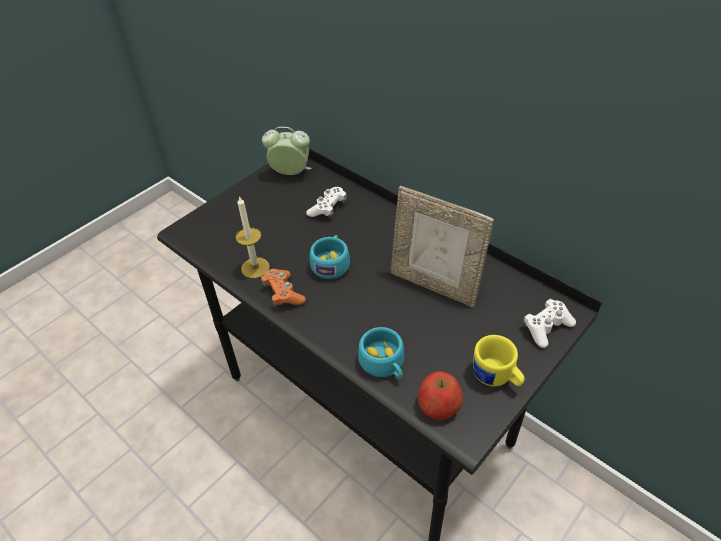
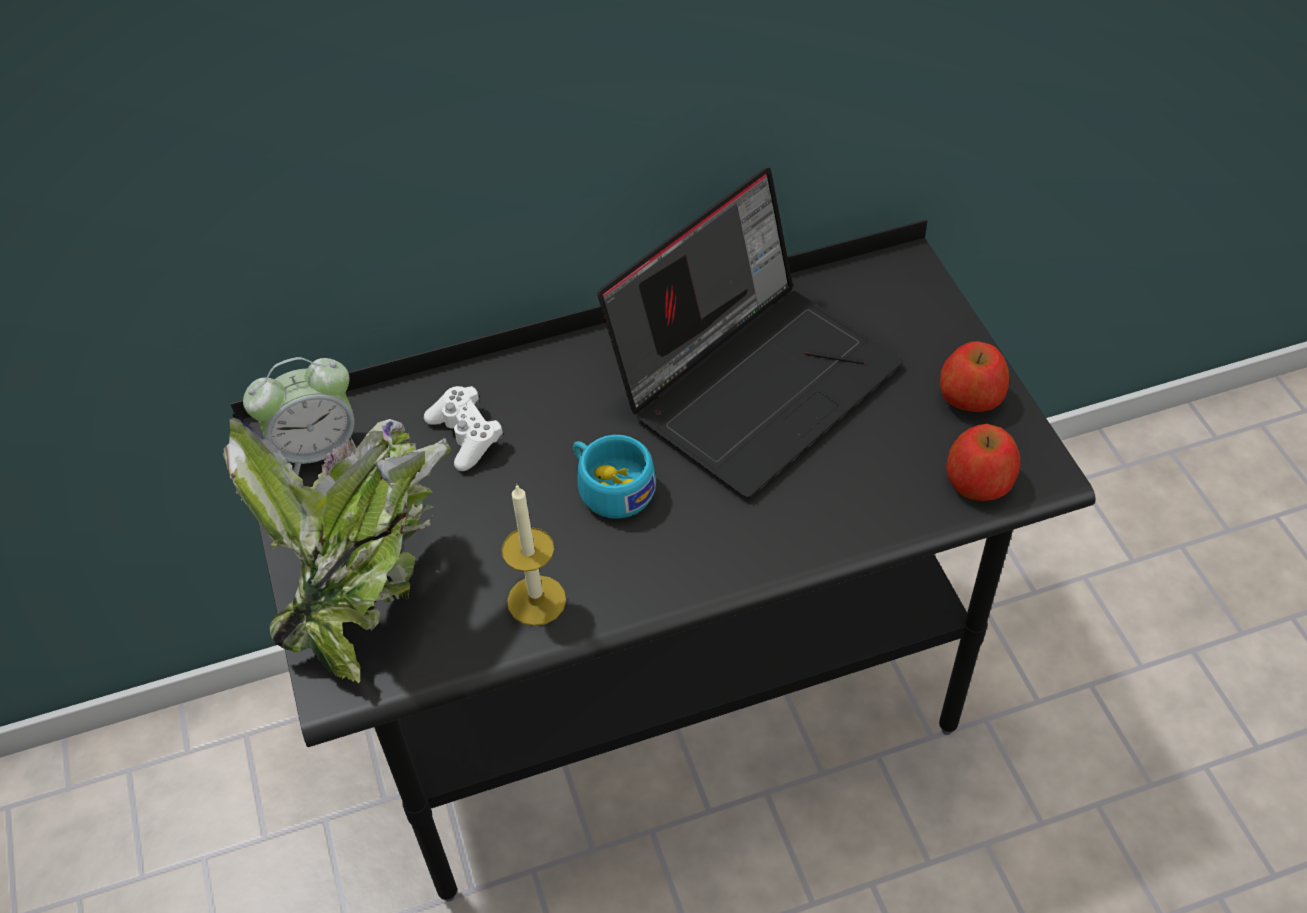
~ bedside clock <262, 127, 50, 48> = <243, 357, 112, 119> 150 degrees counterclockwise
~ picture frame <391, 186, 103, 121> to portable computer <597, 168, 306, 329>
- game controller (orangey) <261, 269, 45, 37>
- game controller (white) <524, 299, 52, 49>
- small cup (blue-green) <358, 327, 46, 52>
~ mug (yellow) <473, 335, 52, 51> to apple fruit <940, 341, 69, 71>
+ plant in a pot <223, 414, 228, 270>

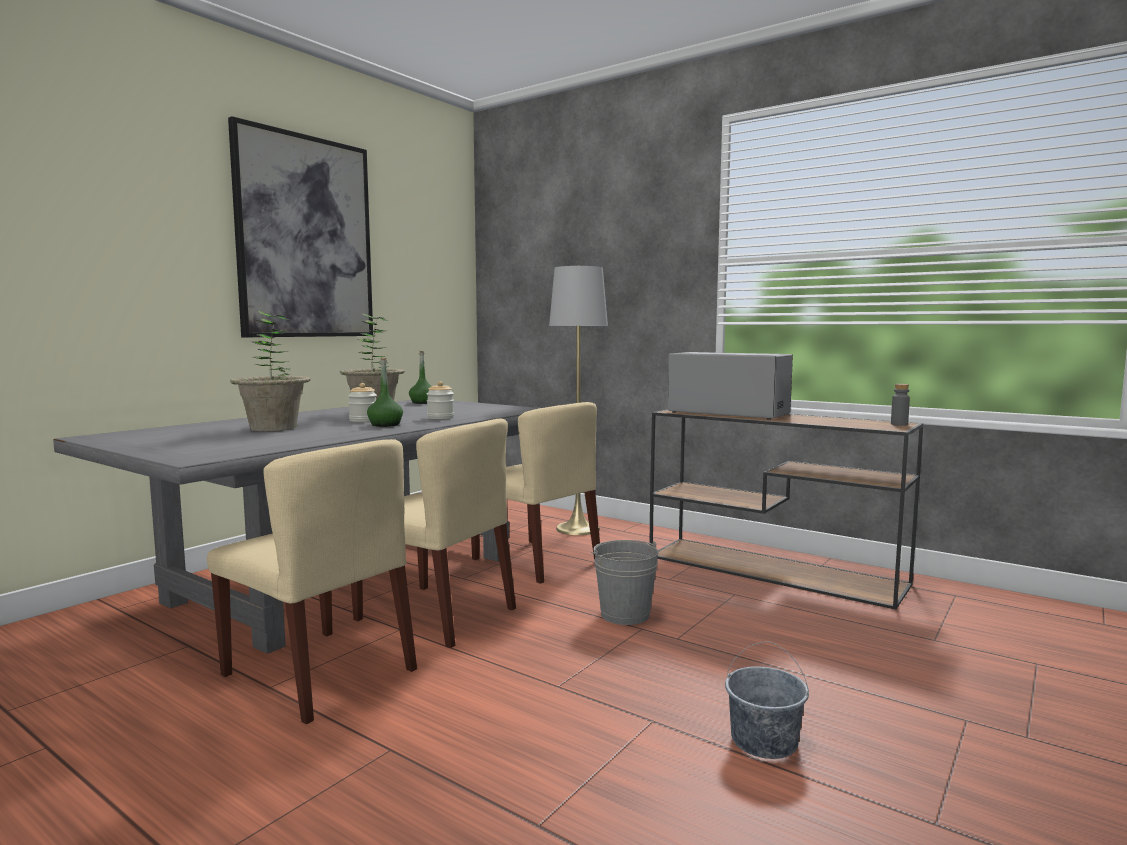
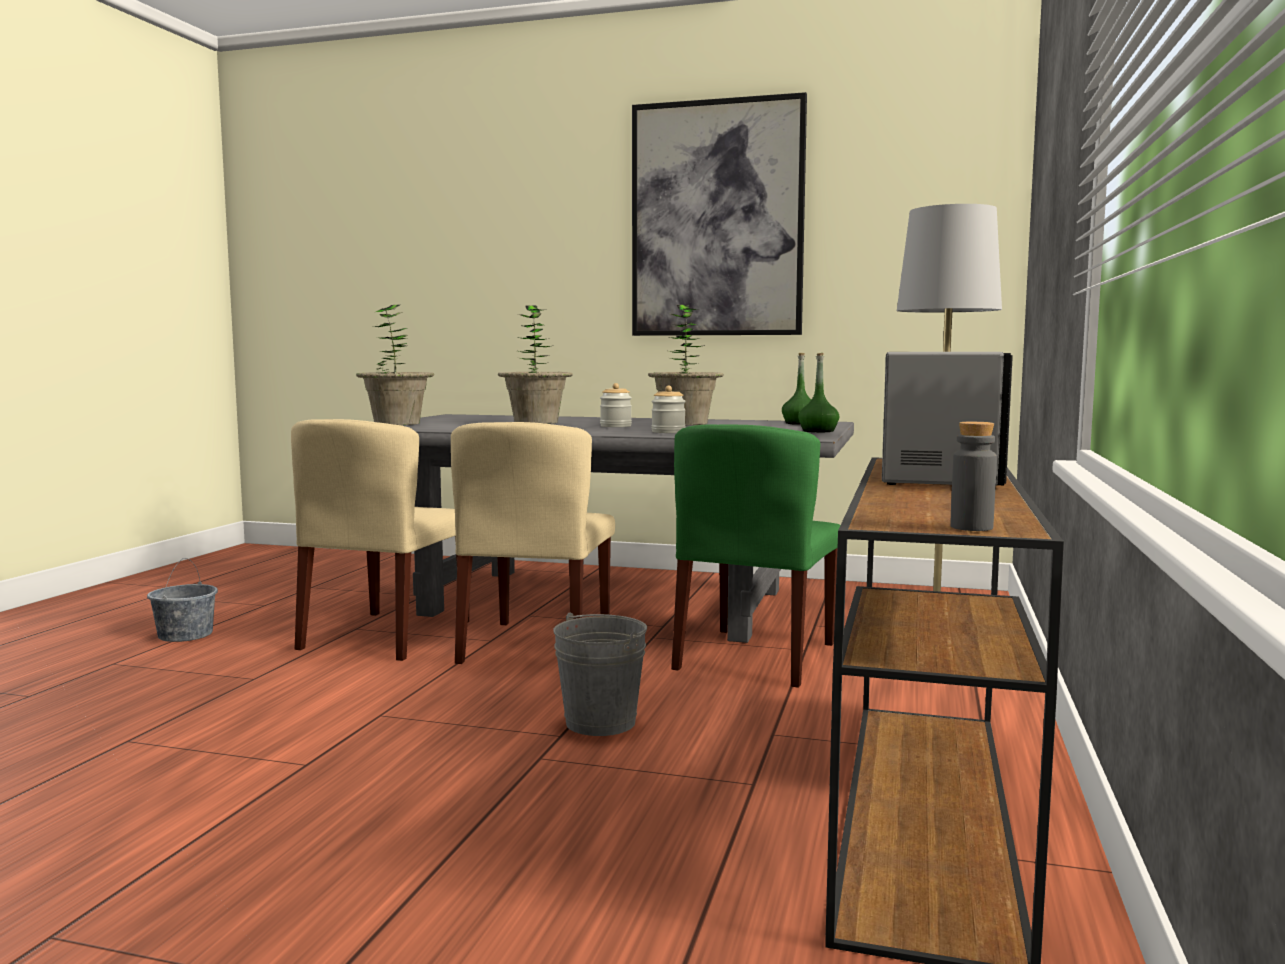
~ bottle (green) <367, 357, 36, 70> to <798, 353, 41, 79>
~ chair (beige-coloured) <471, 402, 129, 182> to chair (green) <671, 424, 169, 264>
~ pail (greyish) <725, 641, 84, 118> to <147, 558, 71, 84>
+ plant in a pot <356, 305, 78, 120>

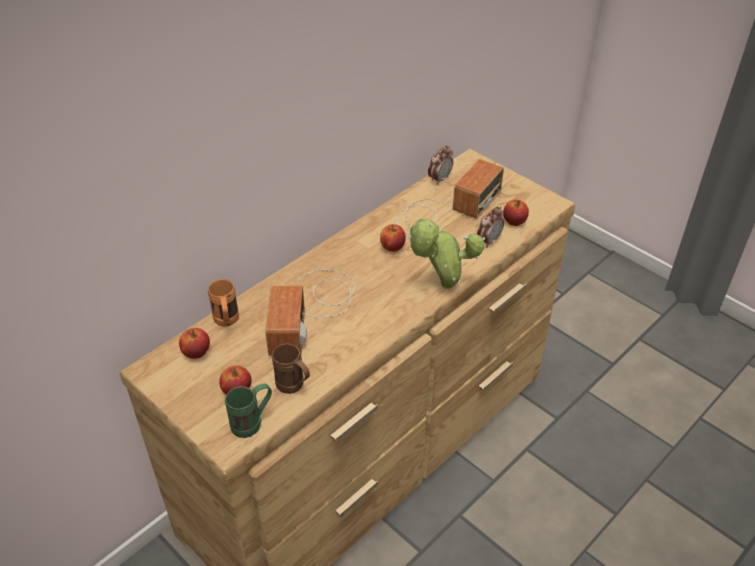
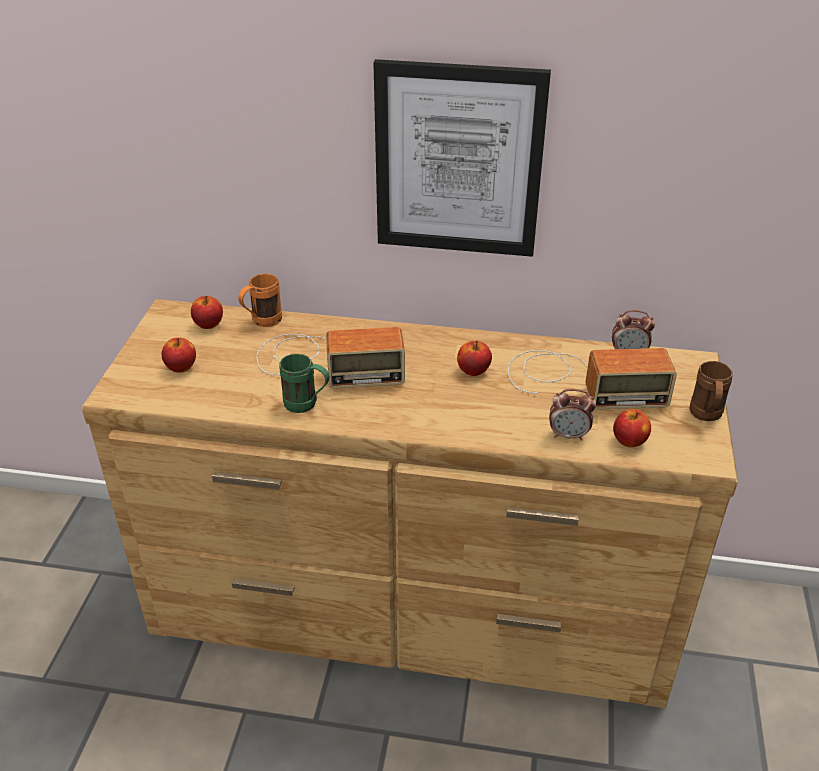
- plant in a pot <407, 218, 78, 71>
~ radio receiver <265, 270, 90, 86> = <257, 327, 148, 61> 150 degrees counterclockwise
~ mug (brown-coloured) <272, 343, 38, 51> to <689, 361, 44, 60>
~ mug (green) <225, 384, 47, 54> to <279, 354, 50, 59>
+ wall art <373, 59, 178, 198>

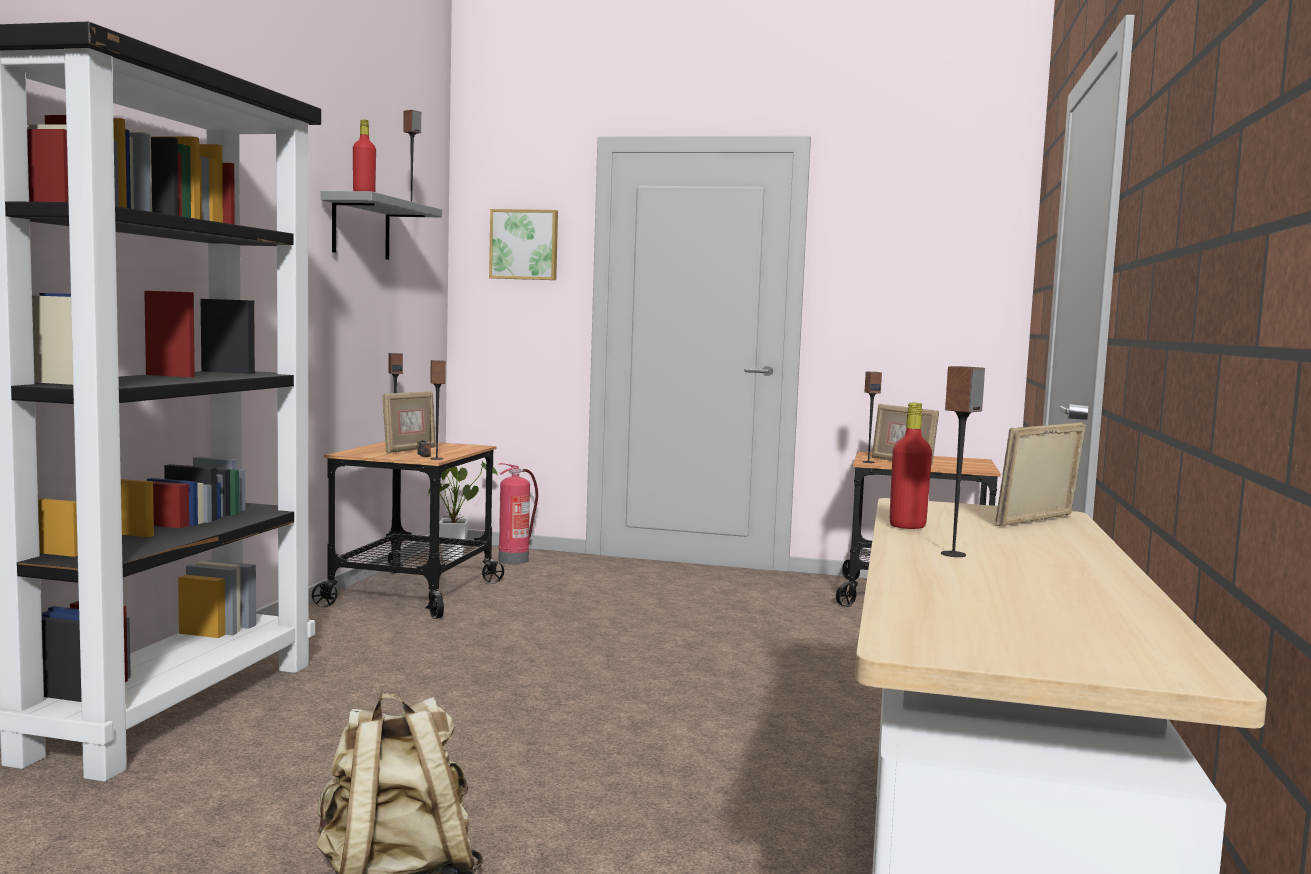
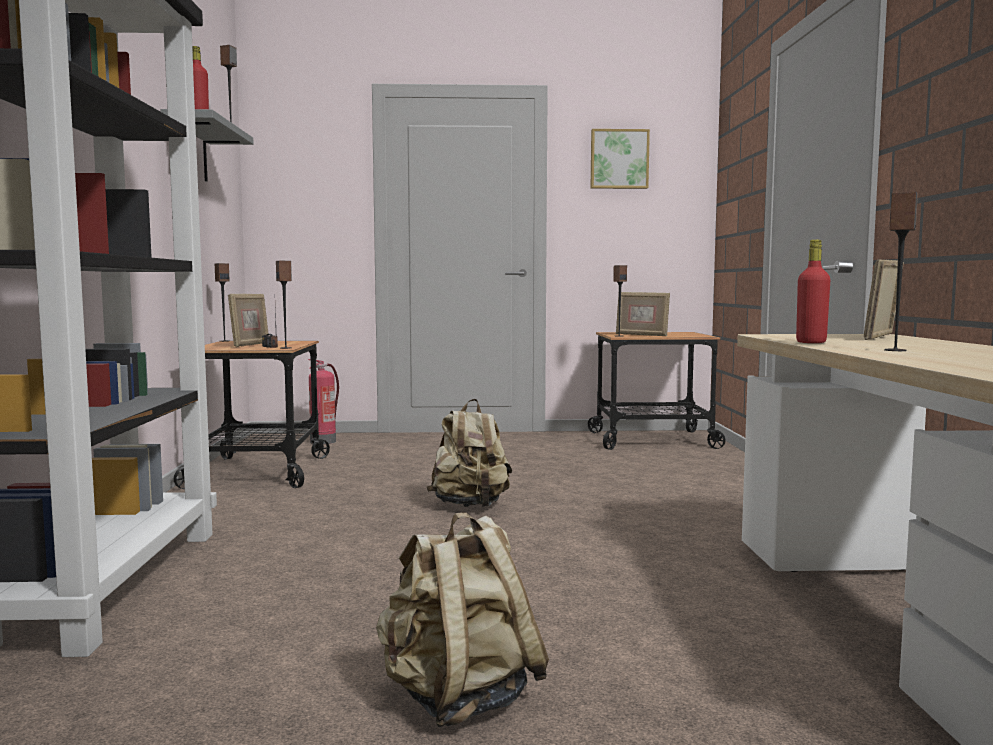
~ wall art <489, 209, 69, 71> to <591, 129, 59, 60>
- plant in a pot <428, 461, 70, 100>
+ rucksack (beige-coloured) <427, 399, 85, 108>

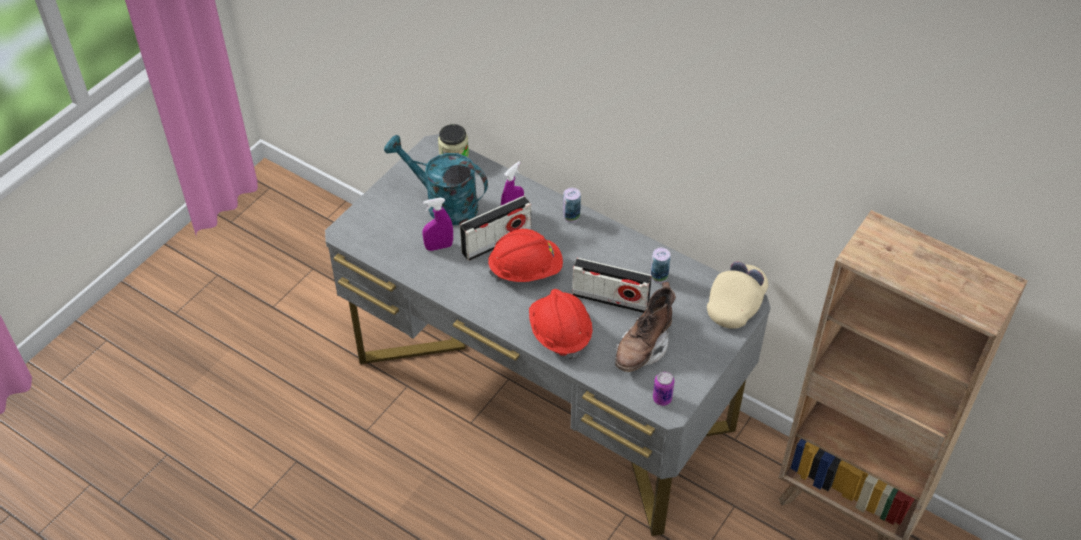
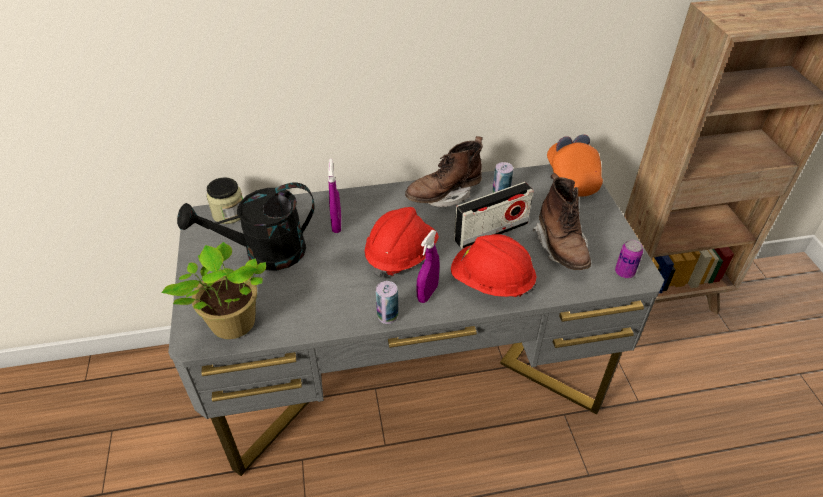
~ watering pot (blue-green) <384, 135, 104, 90> to watering pot (blackish) <177, 182, 138, 89>
~ can <563, 188, 18, 35> to <376, 281, 23, 43>
- radio receiver <460, 196, 71, 65>
~ hand sprayer (purplish) <422, 198, 31, 53> to <416, 230, 24, 73>
~ peaked cap (beige-coloured) <707, 262, 61, 67> to peaked cap (orangey) <547, 135, 56, 62>
+ tall boot (brown-coloured) <405, 136, 78, 71>
+ plant in a pot <161, 242, 105, 97>

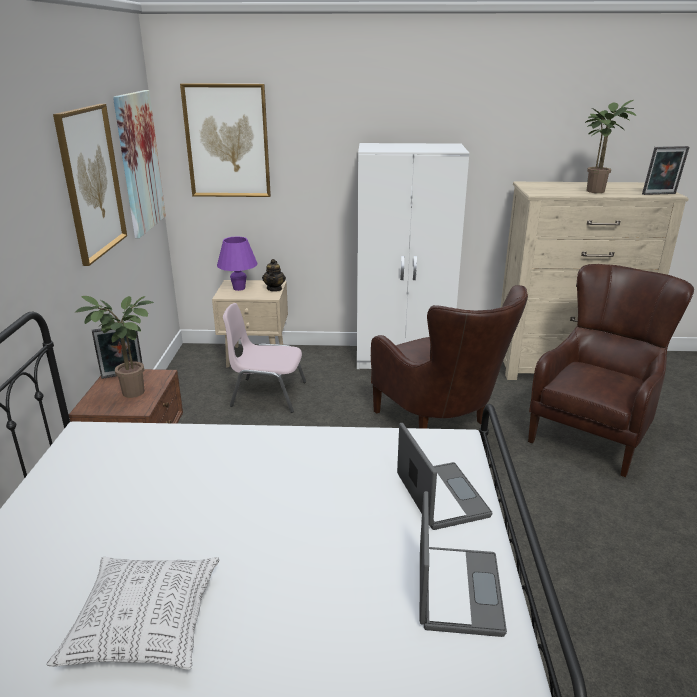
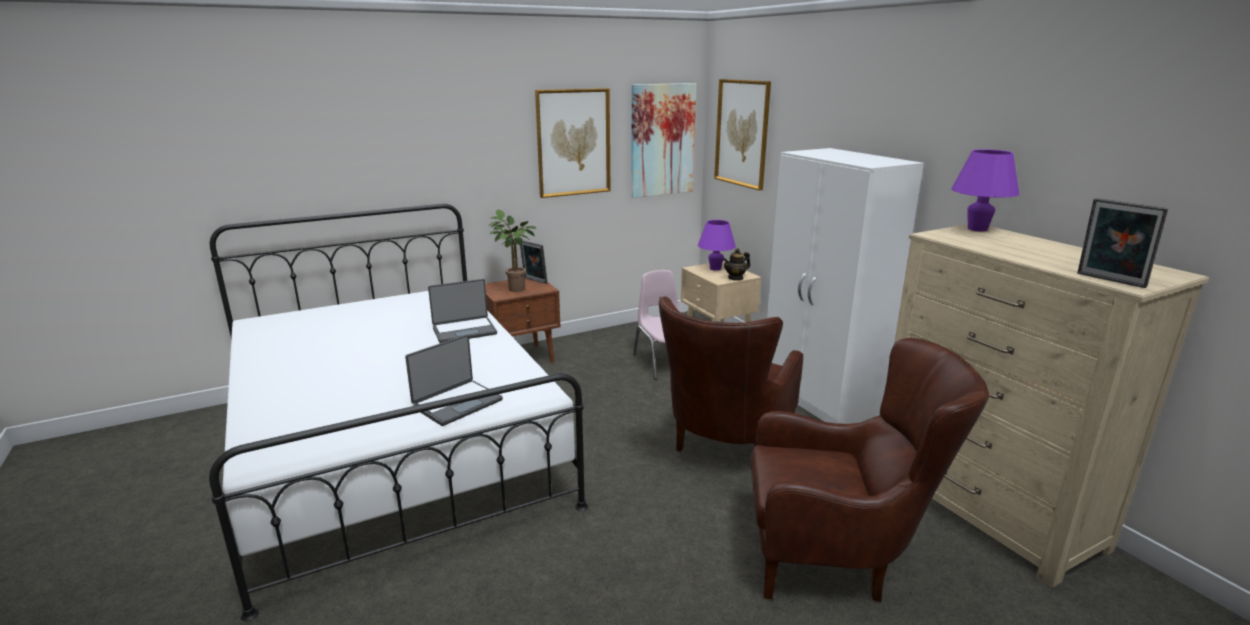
- plant in a pot <585, 100, 51, 93>
~ portable computer <420, 491, 87, 146> to <428, 279, 69, 64>
- pillow <47, 557, 173, 113>
+ table lamp (purplish) <951, 149, 69, 83>

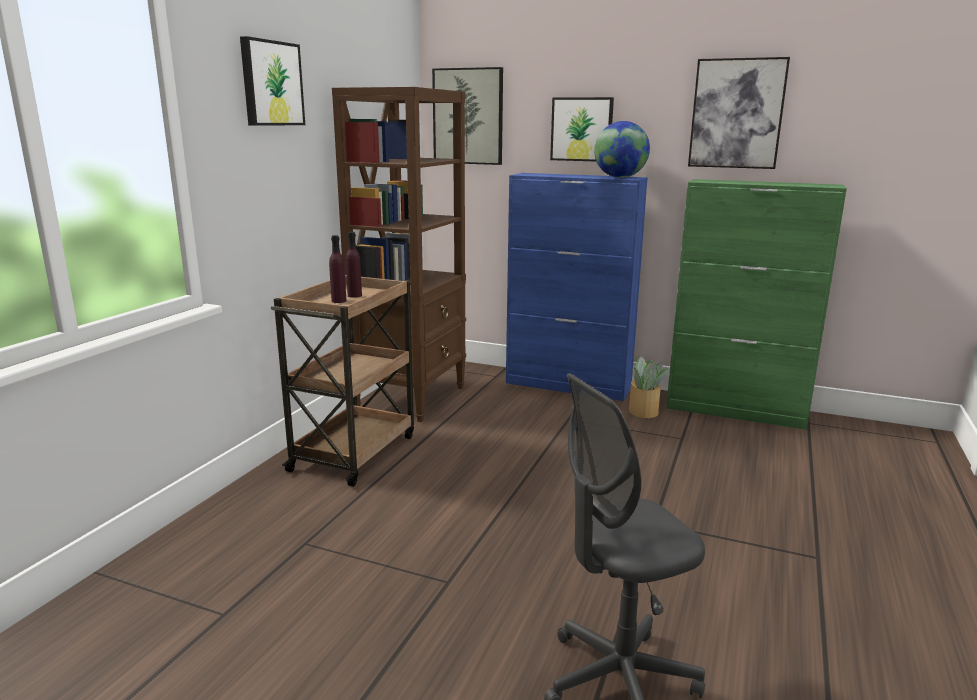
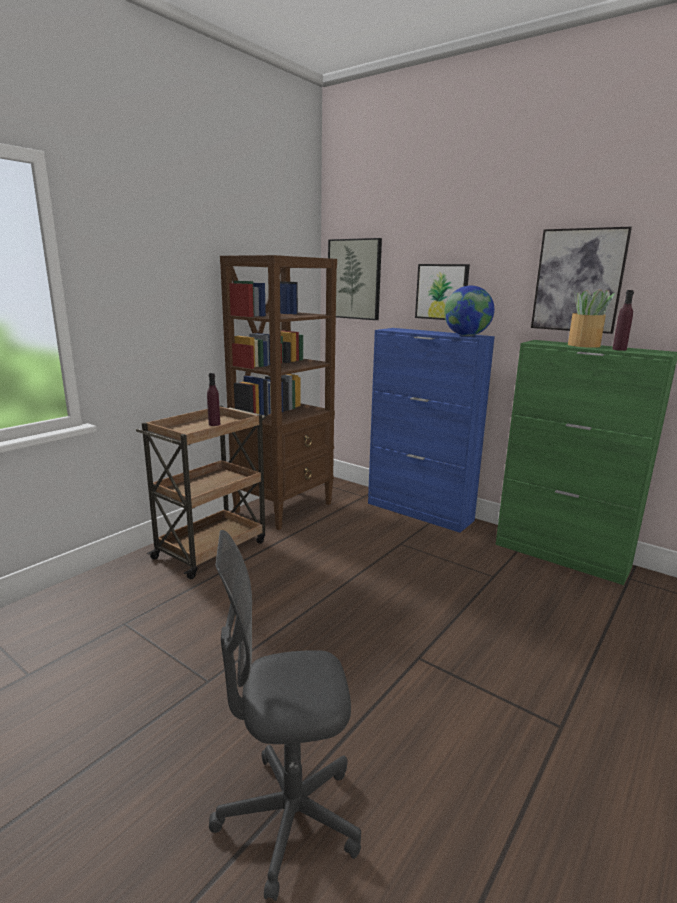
- wall art <240, 36, 65, 90>
~ bottle (purplish) <329, 235, 18, 68> to <612, 290, 22, 61>
~ plant in a pot <629, 357, 39, 61> to <568, 289, 47, 59>

